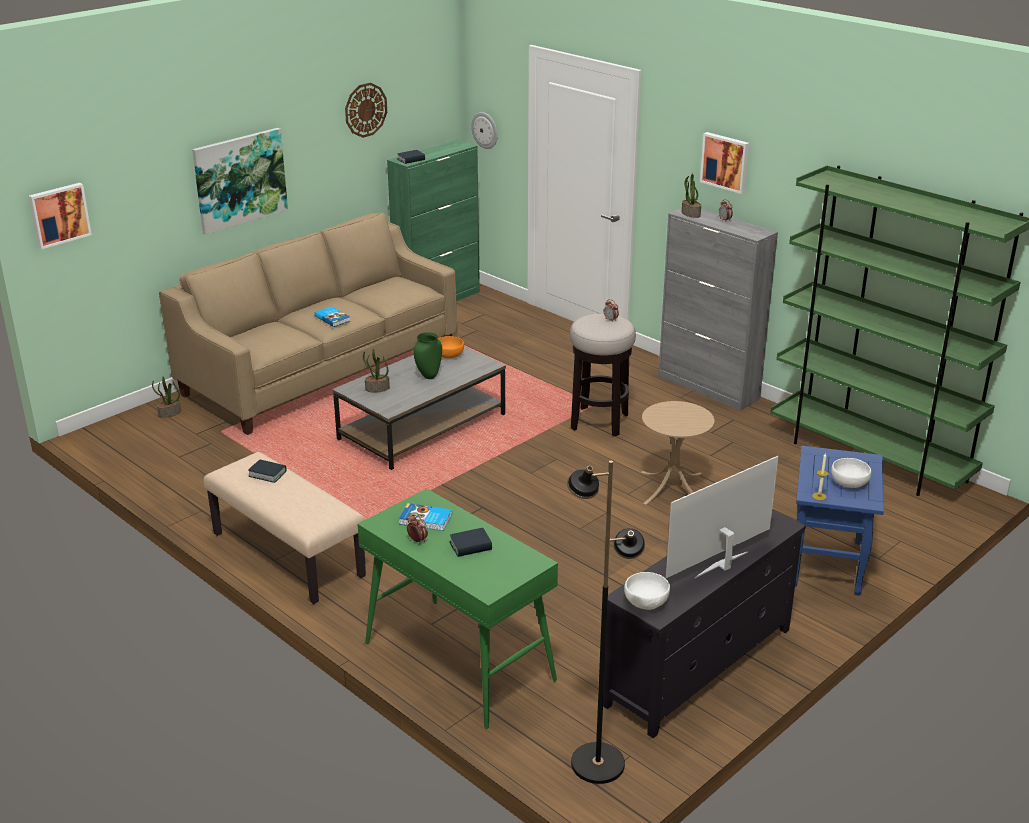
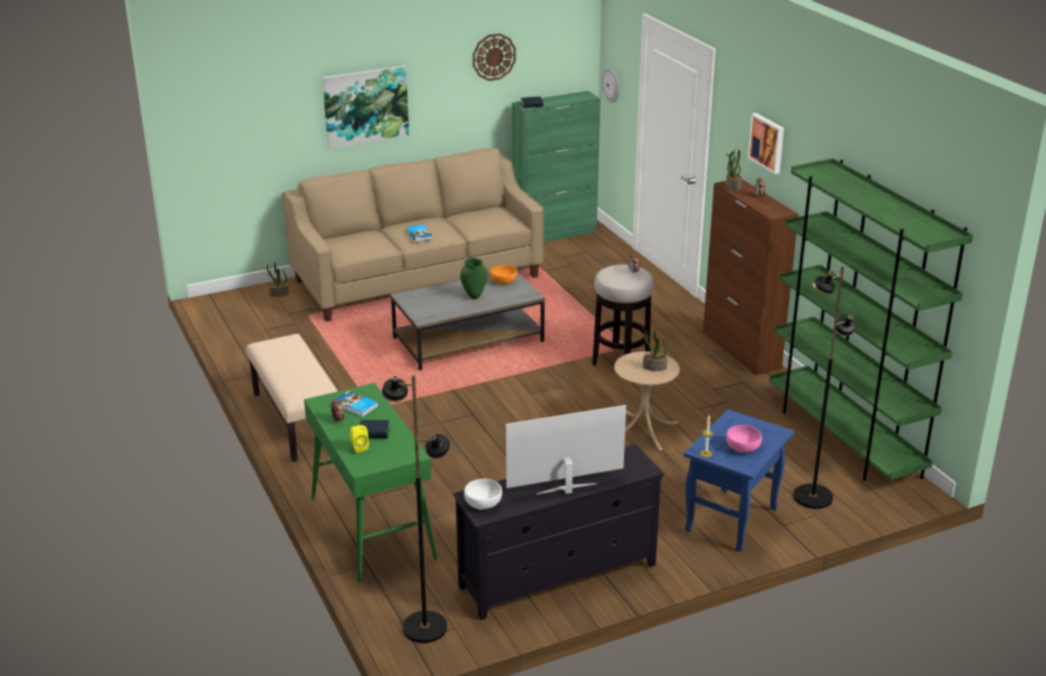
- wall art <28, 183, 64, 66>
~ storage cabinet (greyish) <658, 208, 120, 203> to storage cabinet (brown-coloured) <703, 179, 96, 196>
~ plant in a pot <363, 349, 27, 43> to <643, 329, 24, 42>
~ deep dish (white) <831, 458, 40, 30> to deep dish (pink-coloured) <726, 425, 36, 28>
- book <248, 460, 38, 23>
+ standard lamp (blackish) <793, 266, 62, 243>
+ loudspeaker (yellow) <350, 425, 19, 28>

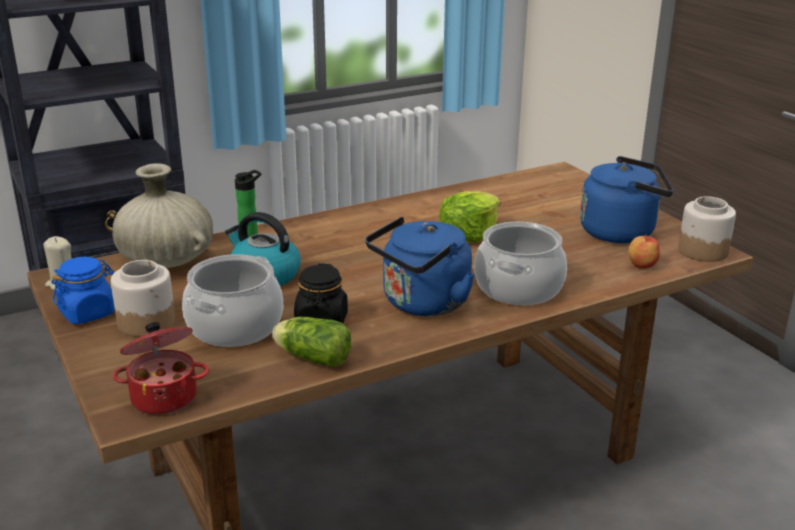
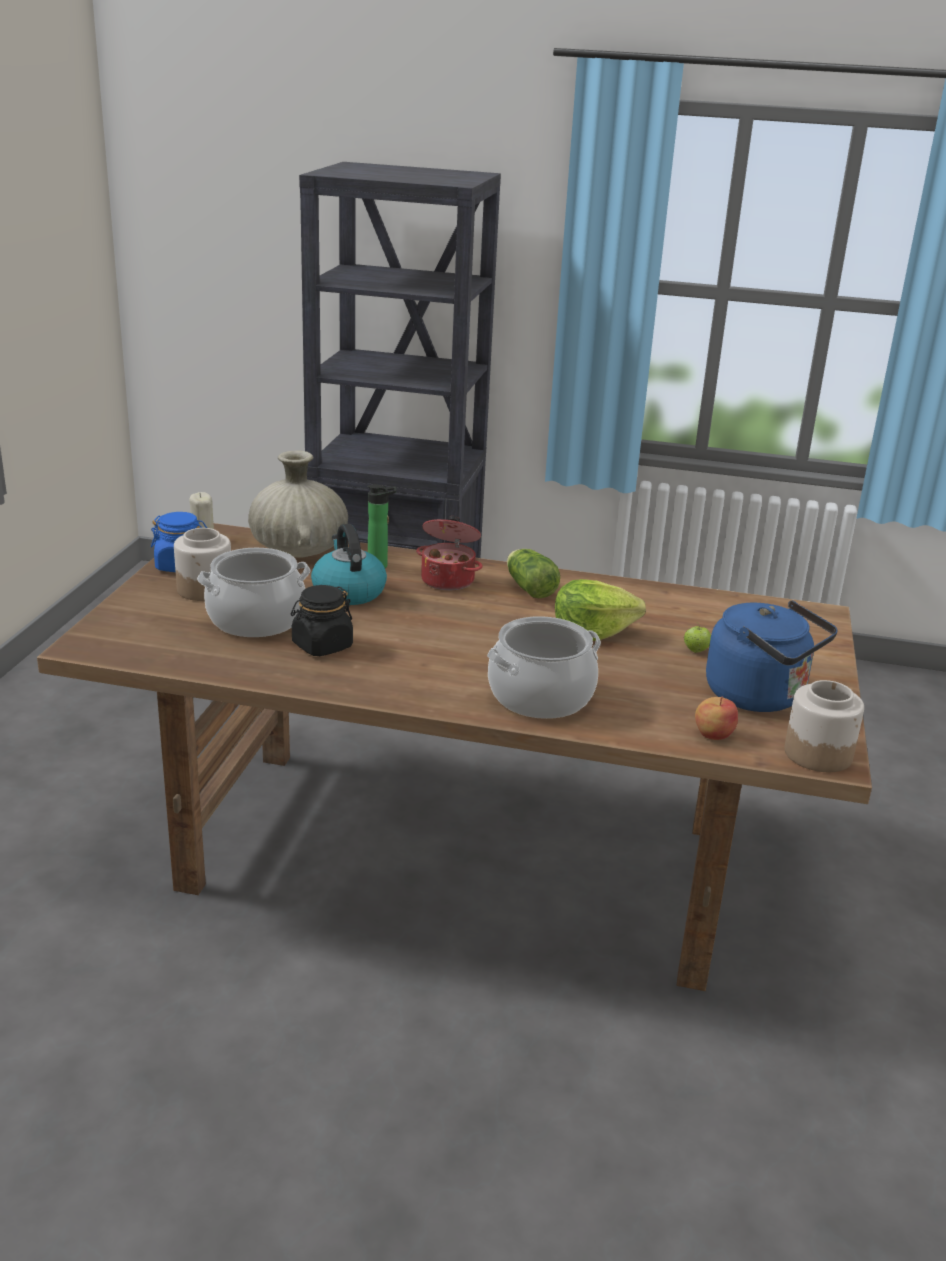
- kettle (bluish) <365, 217, 110, 99>
~ lettuce head <272, 317, 79, 50> to <507, 549, 53, 49>
~ cooking pot <113, 322, 96, 93> to <416, 516, 66, 74>
+ apple fruit <684, 622, 27, 31>

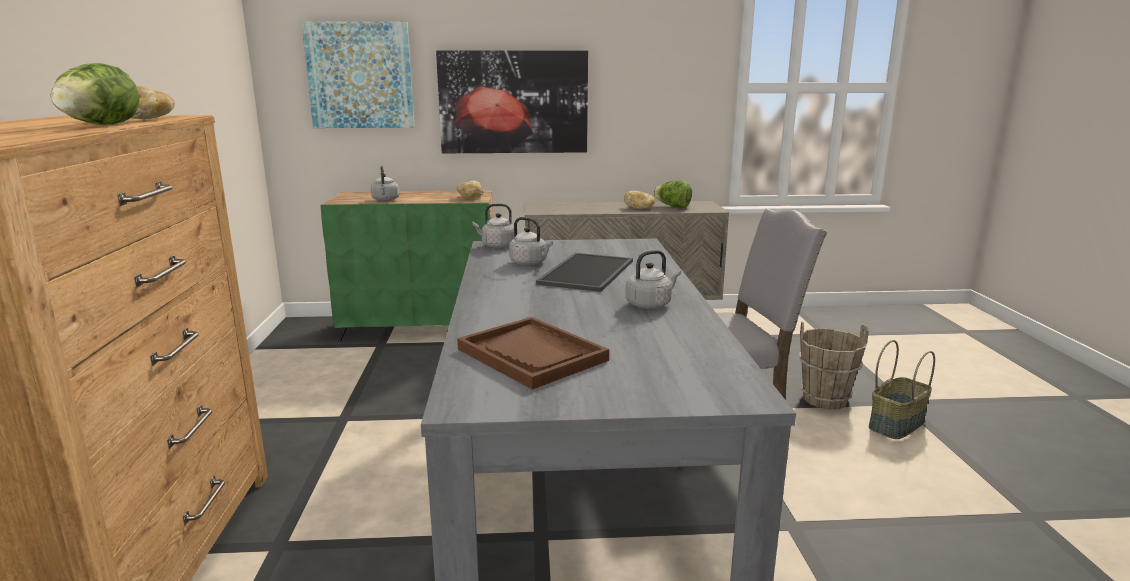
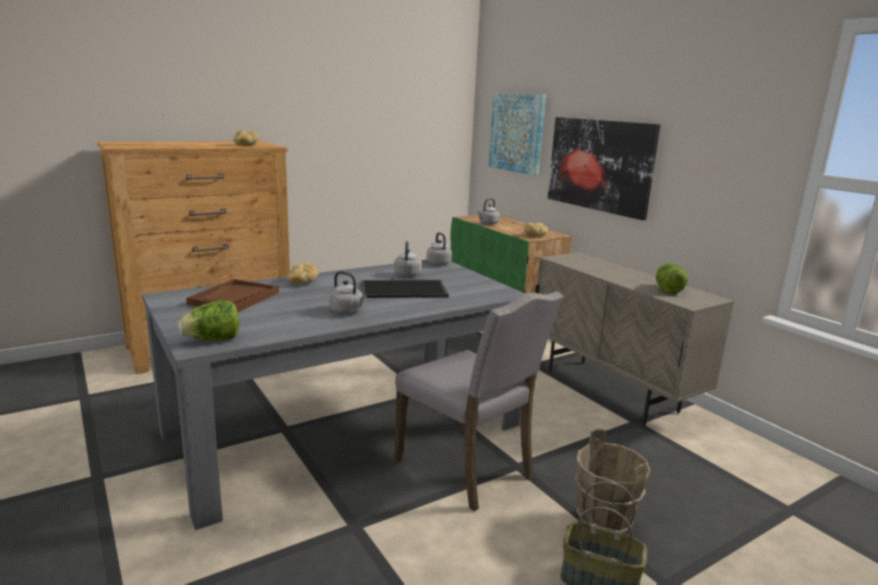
~ lettuce head <51, 63, 88, 62> to <178, 300, 62, 40>
~ bakery bread <624, 191, 31, 18> to <287, 262, 32, 22>

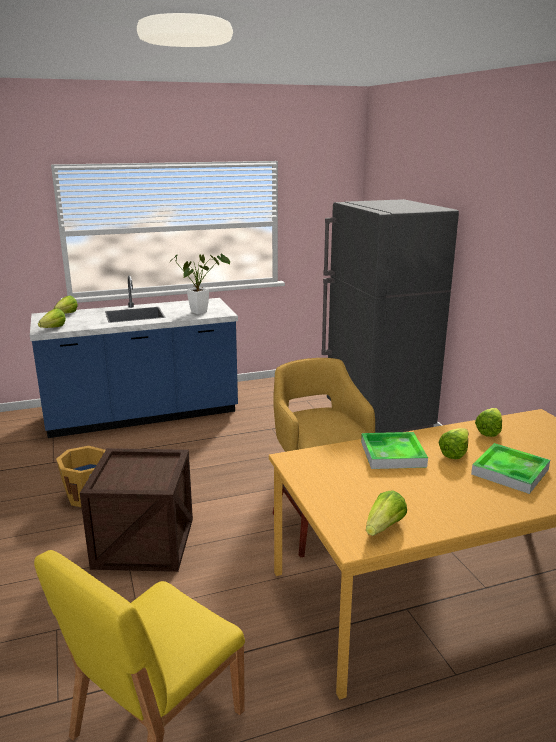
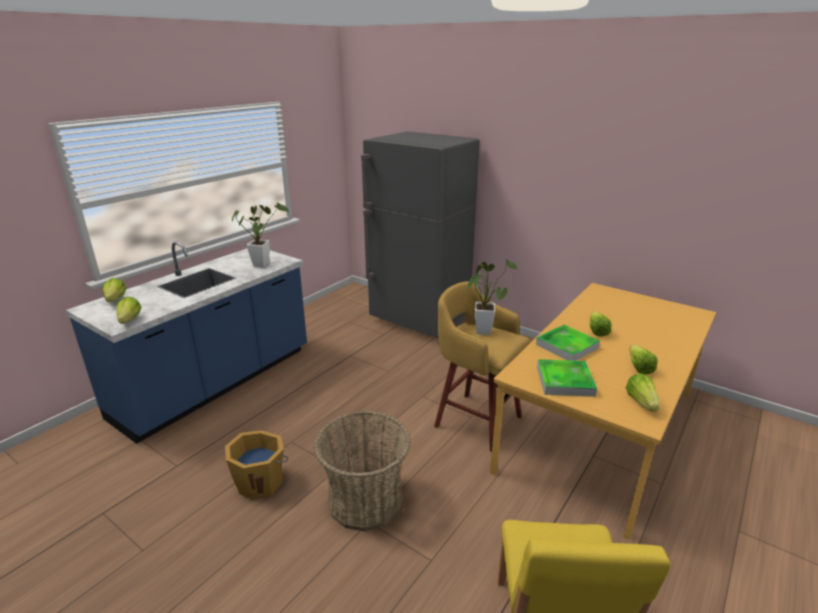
~ lettuce head <475, 408, 27, 29> to <630, 345, 28, 30>
~ serving tray <471, 443, 79, 51> to <537, 359, 60, 38>
~ packing crate <80, 448, 113, 124> to household basket <314, 411, 97, 120>
+ plant in a pot <467, 259, 51, 76>

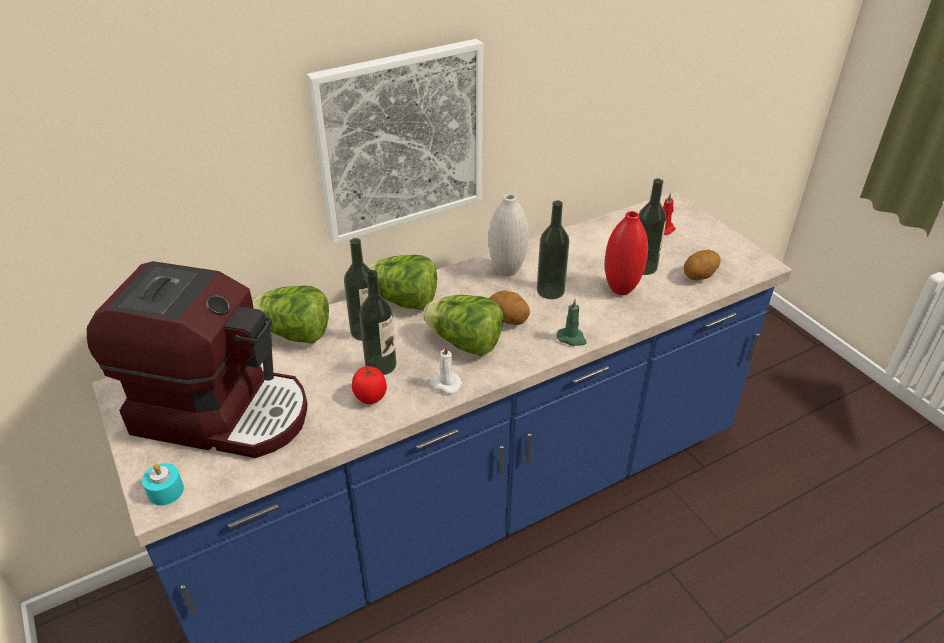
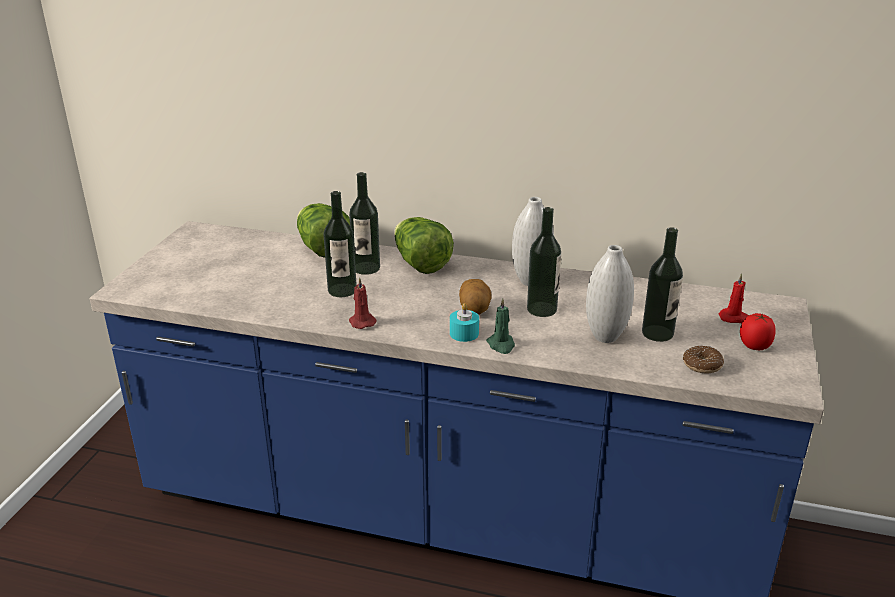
- wall art <306, 39, 177, 205>
~ vase (reddish) <605, 211, 43, 84> to vase (white) <586, 245, 48, 98>
~ potato <684, 250, 37, 30> to donut <683, 346, 41, 27>
- coffee machine <87, 261, 220, 197>
- lettuce head <423, 295, 80, 61>
~ candle (white) <430, 344, 32, 50> to candle (reddish) <349, 277, 28, 52>
~ tomato <352, 366, 35, 38> to <740, 313, 36, 37>
~ candle (blue-green) <142, 463, 42, 42> to <450, 303, 29, 39>

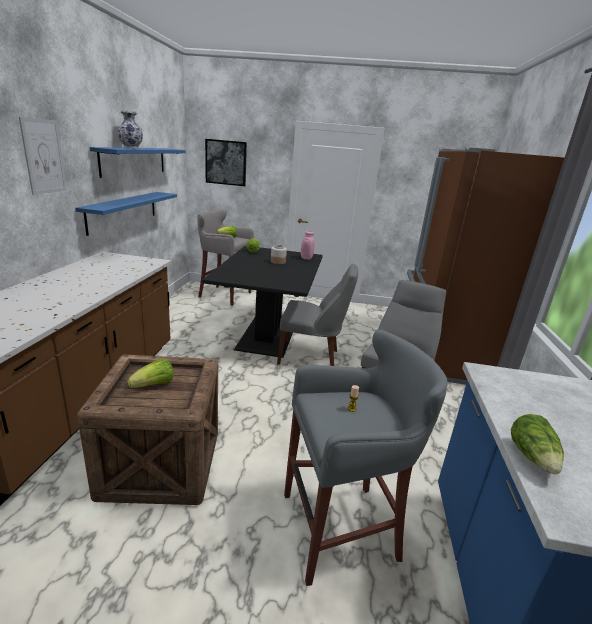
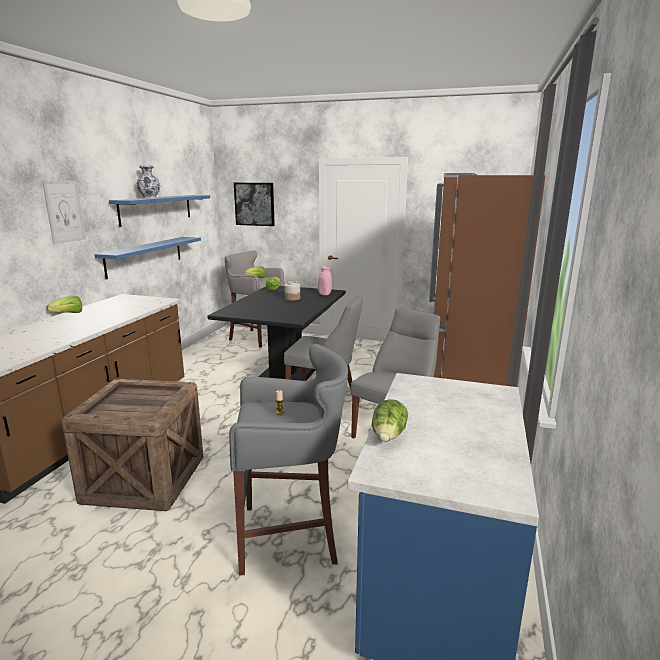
~ lettuce head <127, 360, 47, 28> to <47, 295, 35, 18>

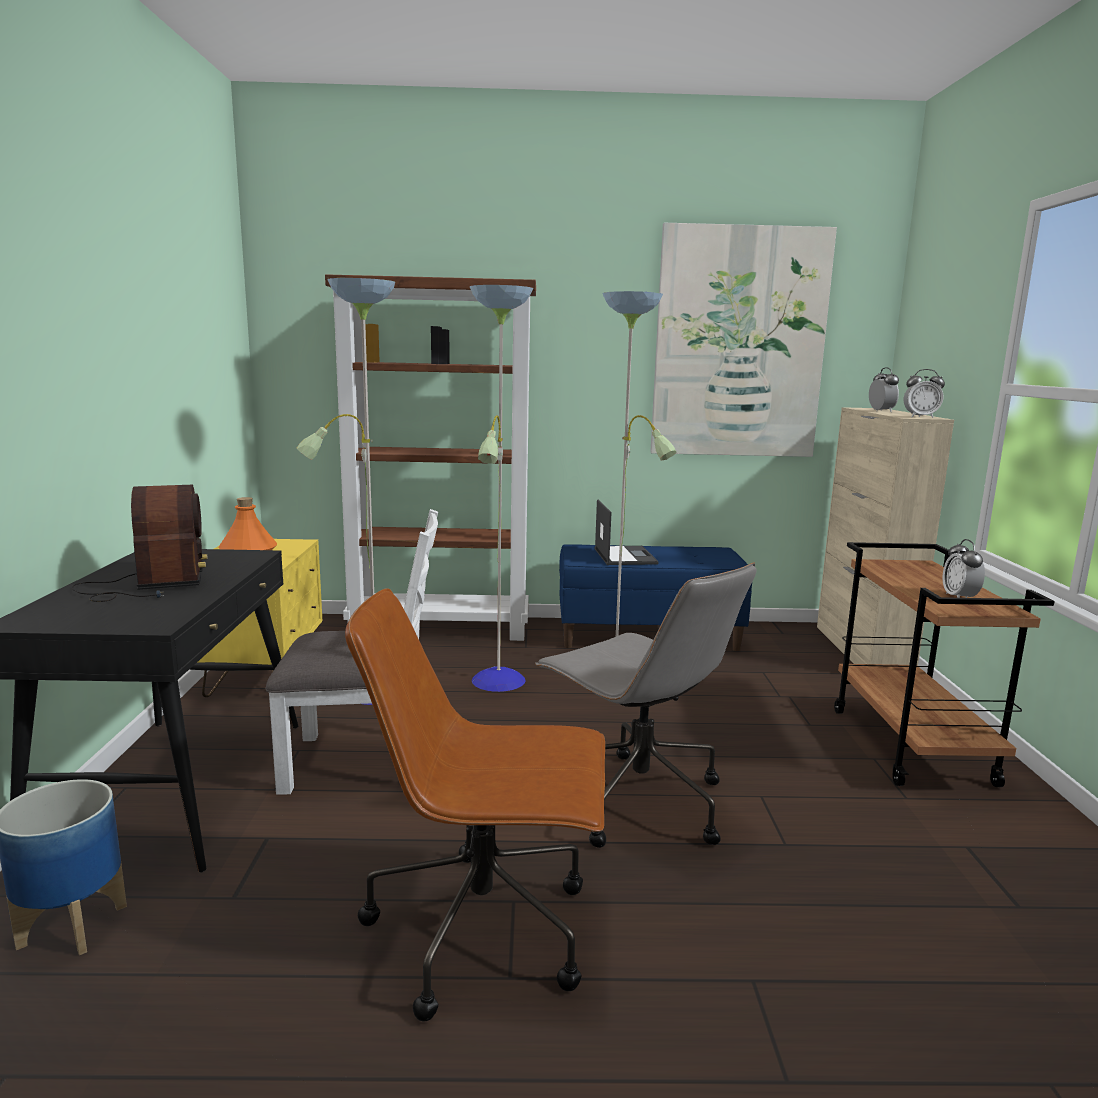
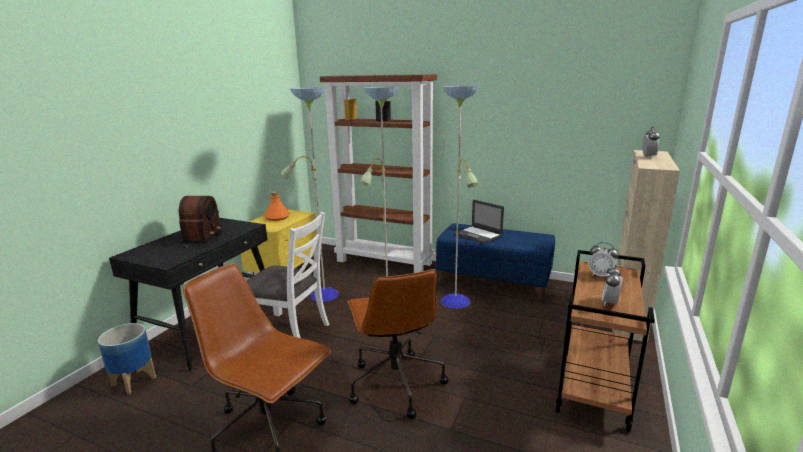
- wall art <650, 223, 187, 234>
~ bedside clock <904, 369, 41, 49> to <589, 242, 30, 35>
~ portable computer <595, 500, 64, 65> = <454, 199, 50, 45> 120 degrees clockwise
~ office chair (greyish) <535, 562, 222, 286> to office chair (brown-coloured) <348, 269, 101, 150>

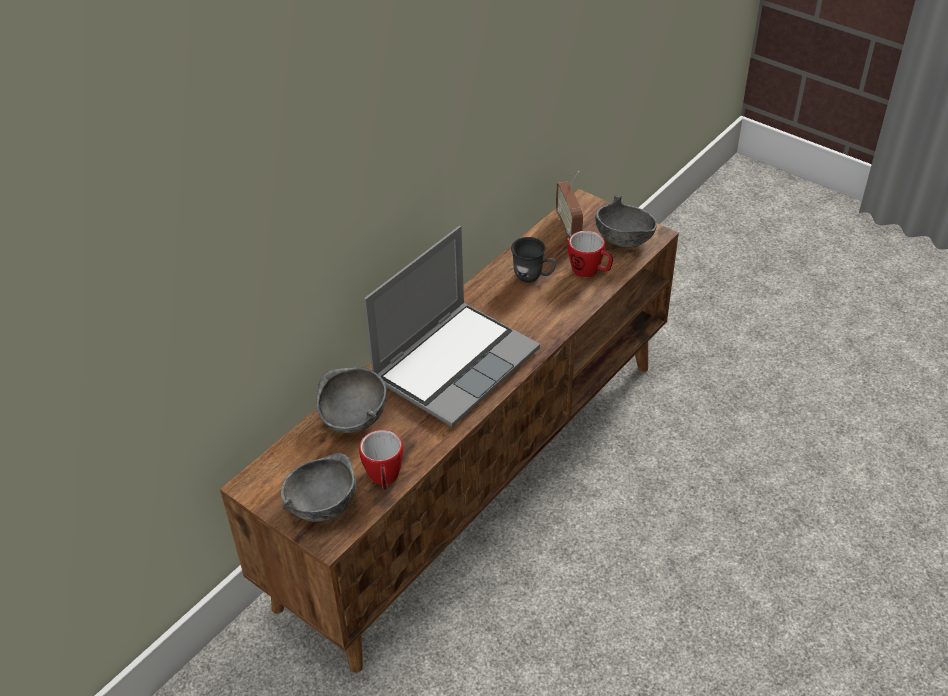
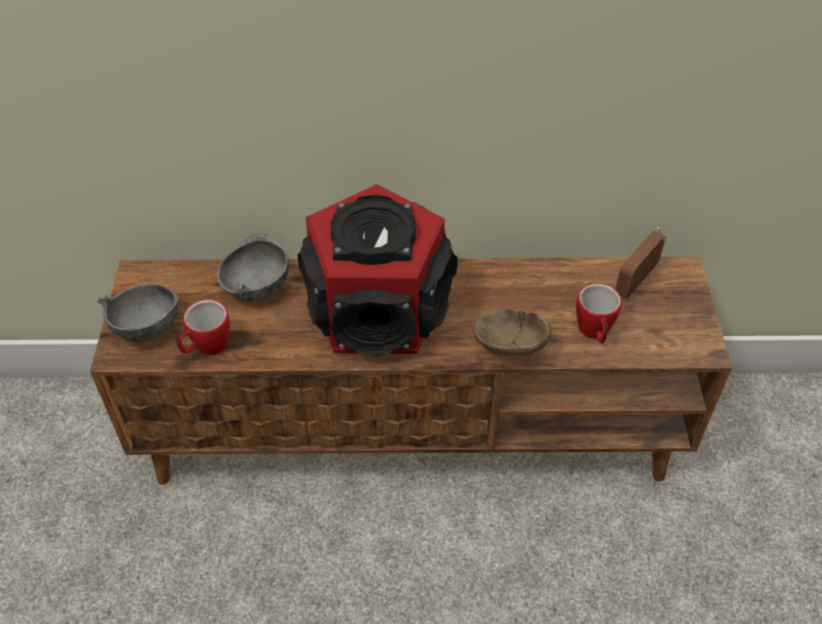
- deep dish (greyish) <595, 196, 62, 51>
~ portable computer <364, 226, 176, 201> to loudspeaker <297, 184, 161, 172>
- mug (greyish) <511, 237, 45, 46>
+ deep dish (brown-coloured) <473, 308, 79, 48>

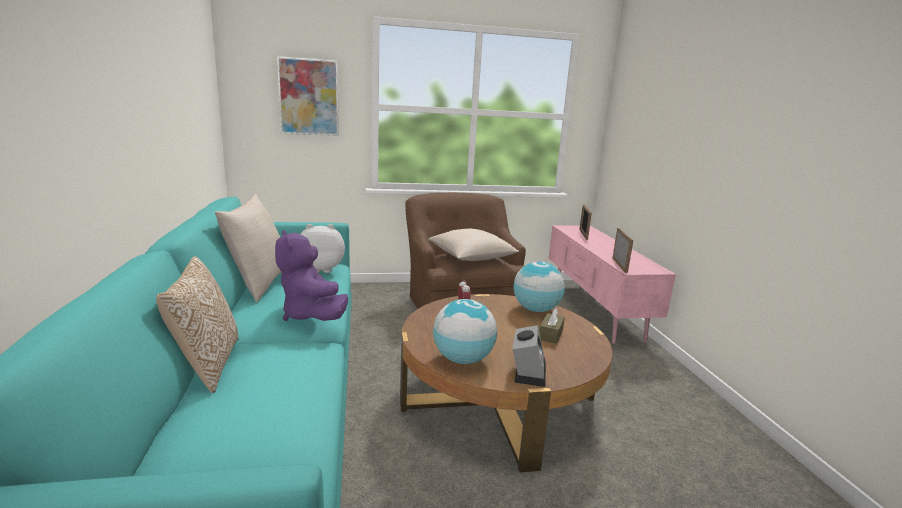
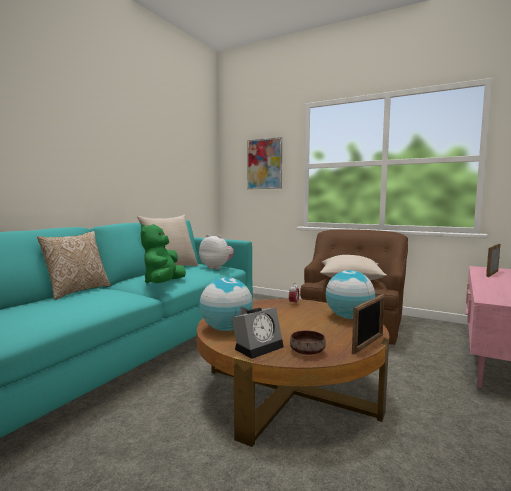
~ picture frame <613, 228, 20, 45> to <352, 294, 33, 60>
~ cuddly toy (purplish) <275, 230, 73, 91> to cuddly toy (green) <141, 224, 45, 59>
- tissue box (brown-coloured) <539, 308, 26, 36>
+ deep dish (brown-coloured) <290, 330, 36, 25>

